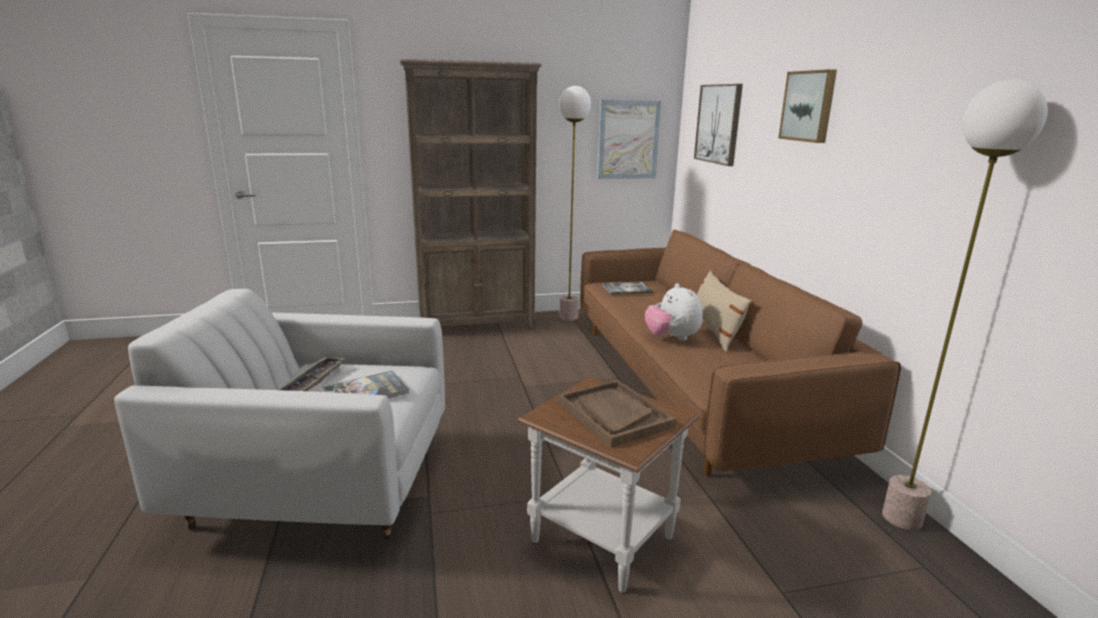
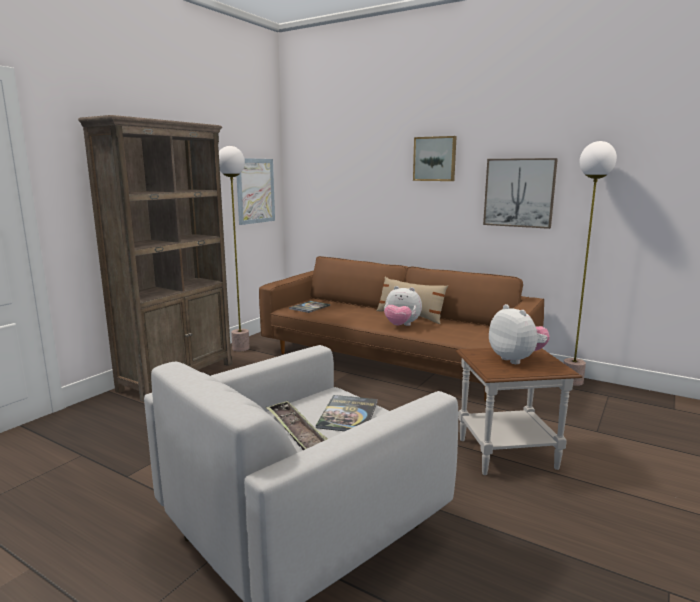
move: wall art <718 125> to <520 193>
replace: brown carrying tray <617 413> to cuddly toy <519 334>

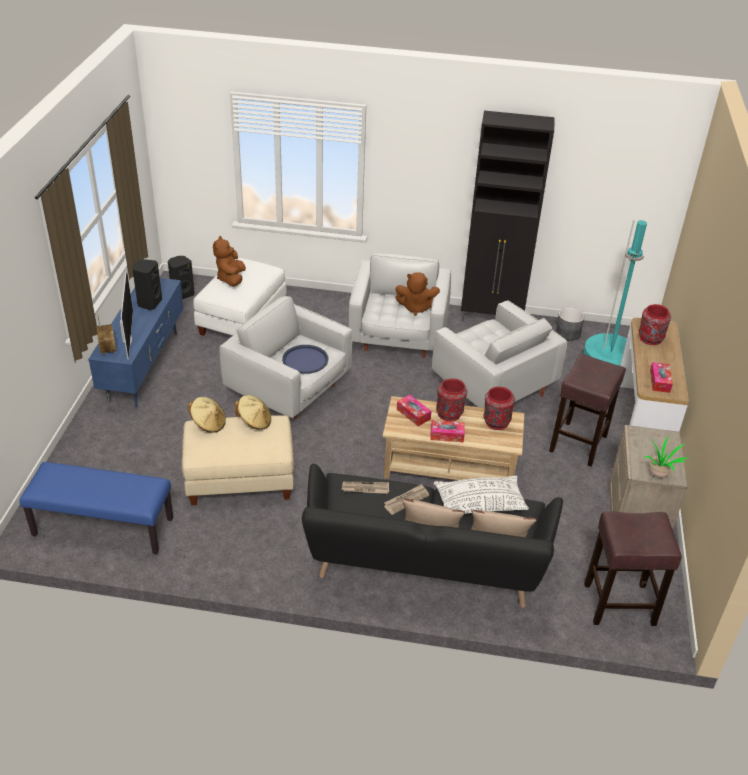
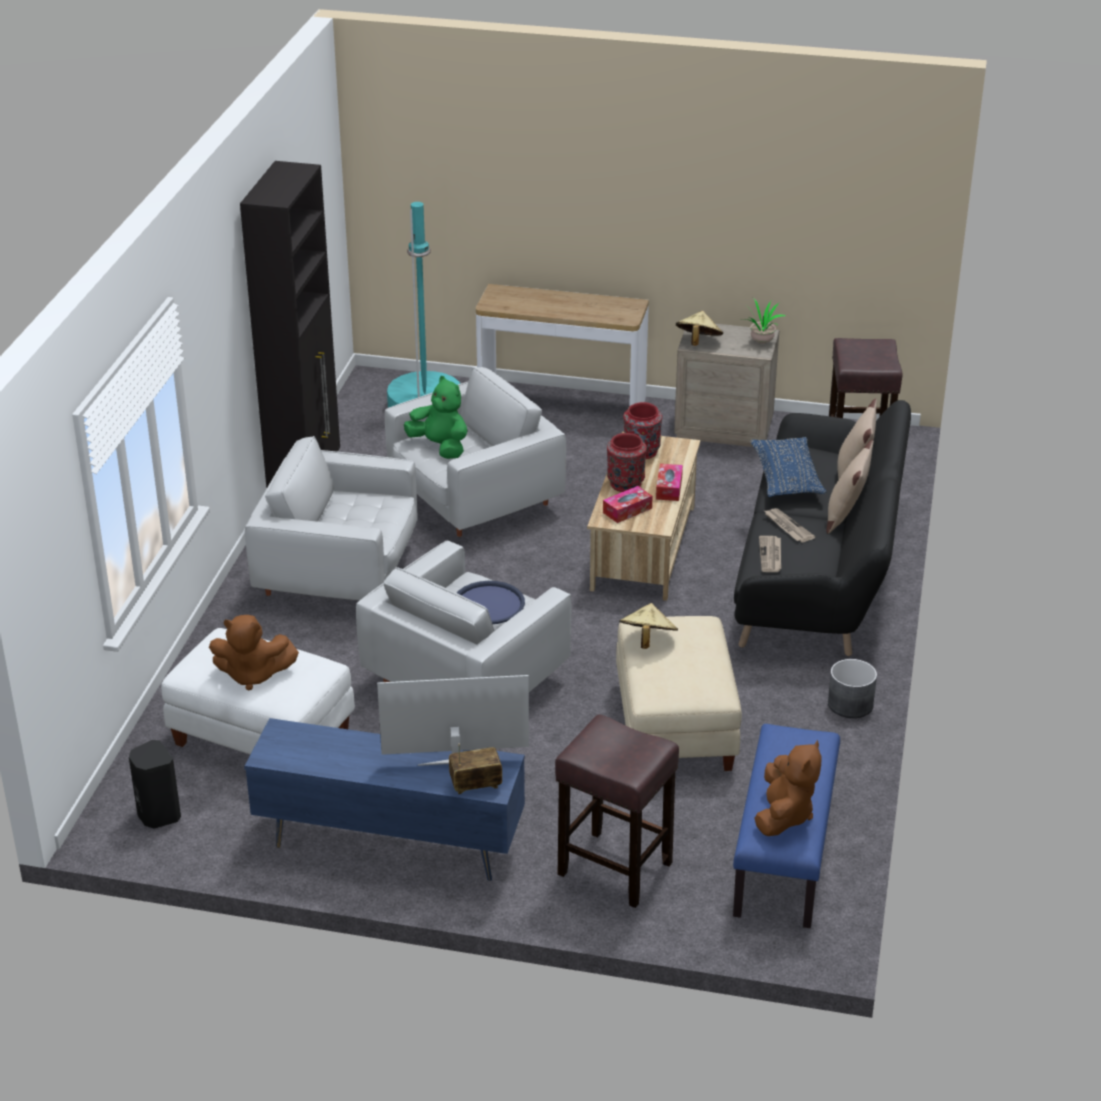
delete: black loudspeaker <147 284>; reddish flower vase <655 324>; tissue holder <661 377>
insert: green cuddly toy <435 417>
move: brown sitting stool <587 410> to <617 811>; sand-coloured clothing hat <207 415> to <699 328>; brown cuddly toy <417 294> to <788 788>; gray planter <570 324> to <852 688>
recolor: white cushion <481 494> to blue cushion <788 467>

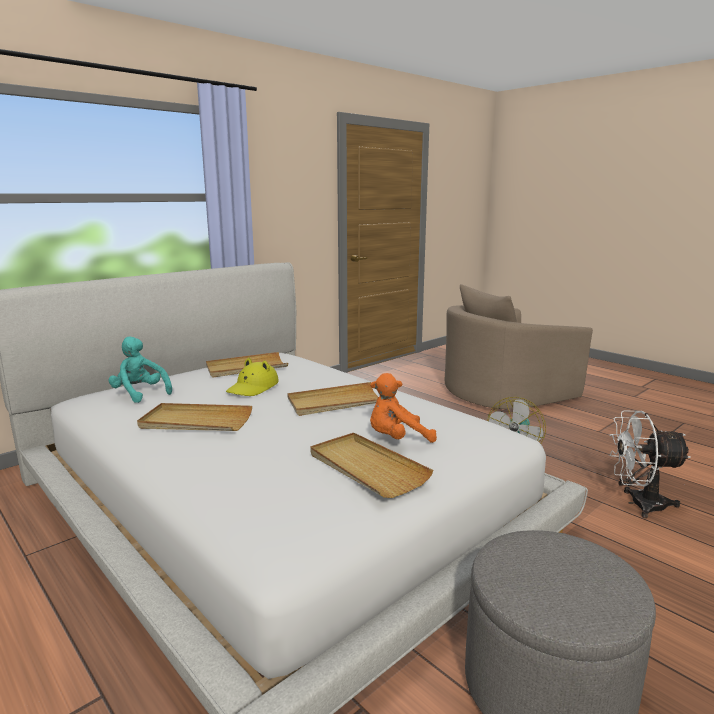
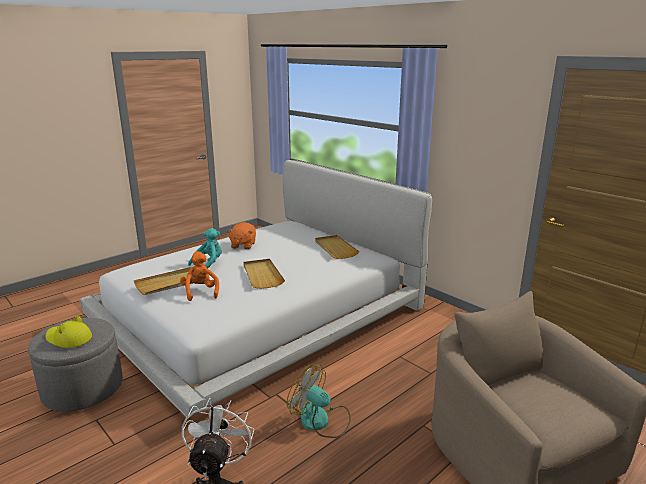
move: yellow-coloured clothing hat <252 377> to <68 332>; blue-green cuddly toy <140 369> to <205 248>
replace: sand-coloured carrying tray <194 417> to orange-coloured cuddly toy <241 235>

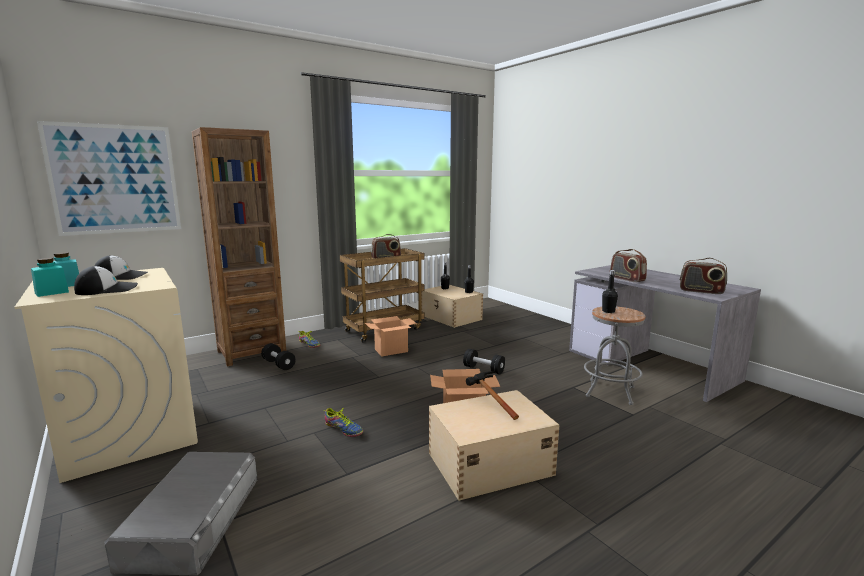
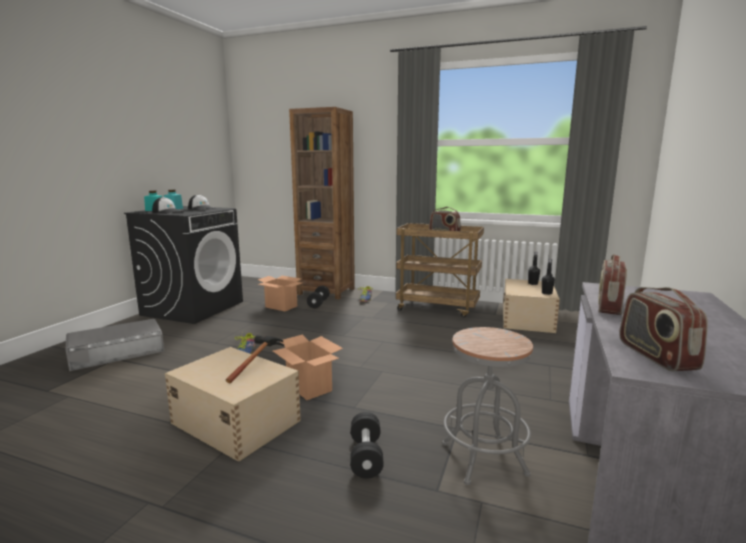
delete: wall art <109 178>; black bottle <610 291>
move: packing box <391 336> to <280 293>; black hand weight <484 361> to <367 445>
recolor: sand-coloured washing machine <106 375> to black washing machine <183 265>

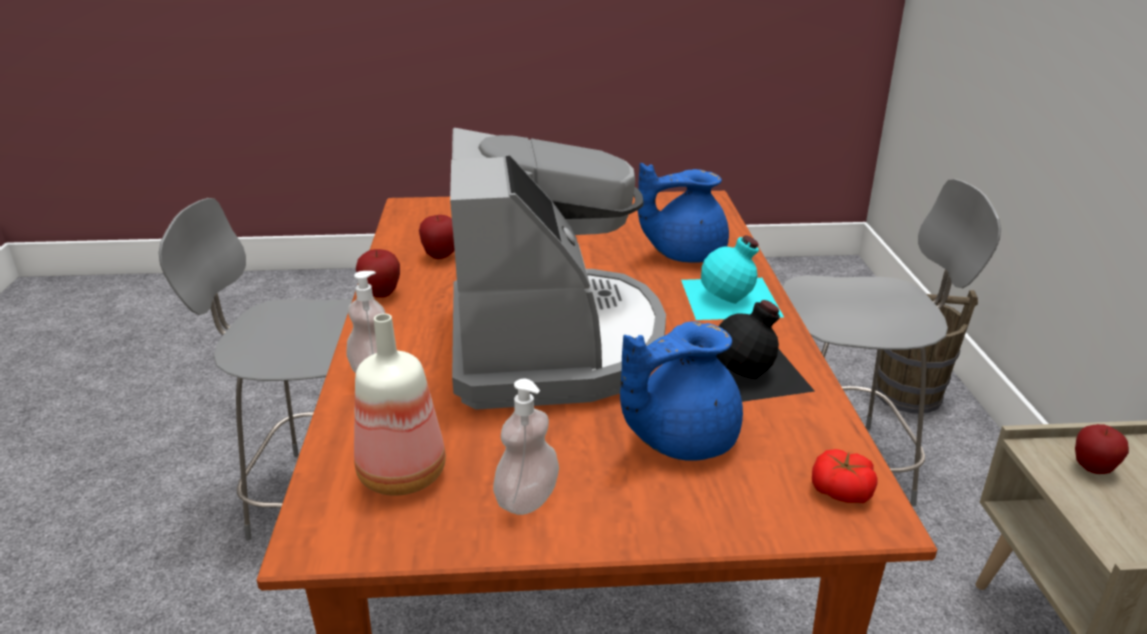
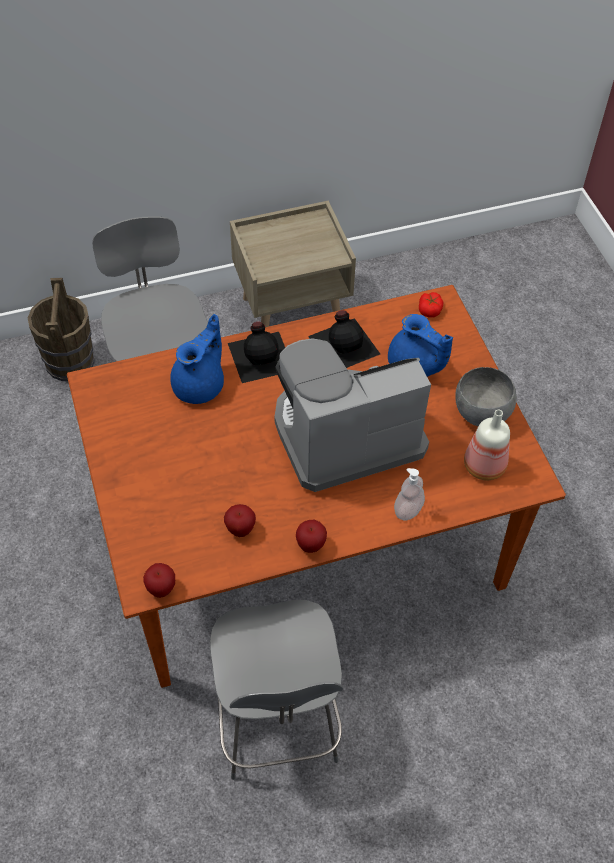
move: apple <1102 449> to <159 580>
replace: soap dispenser <526 447> to gray serving bowl <486 396>
recolor: blue-green bottle <732 277> to black bottle <256 352>
rotate: blue tea pot <683 213> = <197 359> 120 degrees counterclockwise

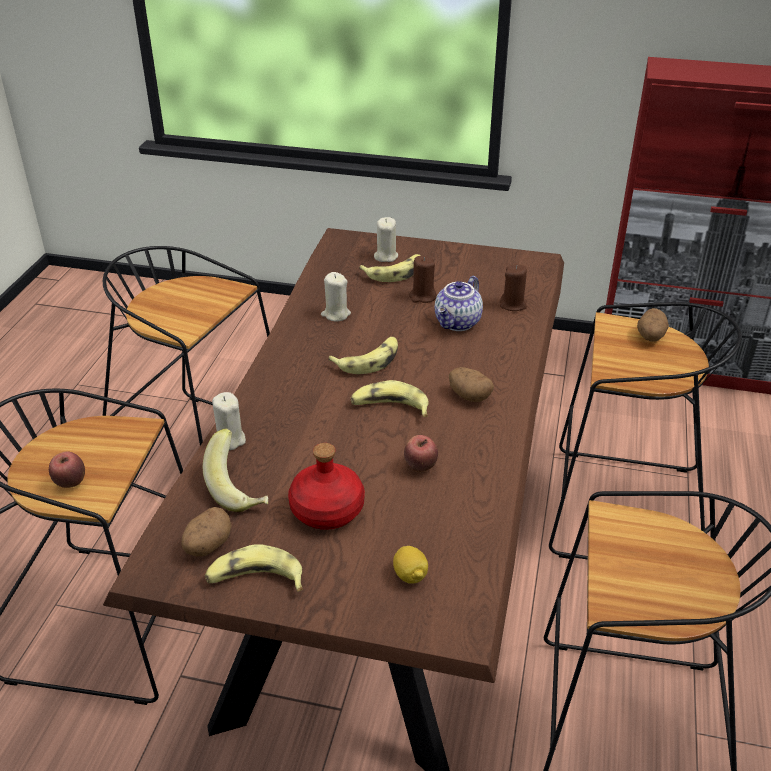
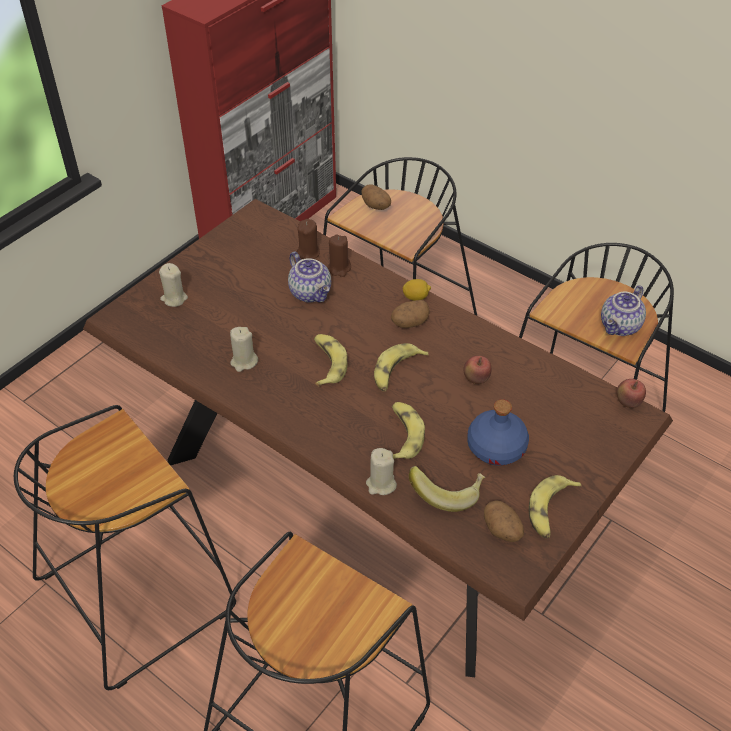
insert: tea pot <623 310>
move: brown wax candle <423 279> to <339 256>; banana fruit <390 268> to <408 430>; whole lemon <410 565> to <416 290>; apple <67 469> to <631 393>
recolor: reddish bottle <326 486> to blue bottle <498 432>

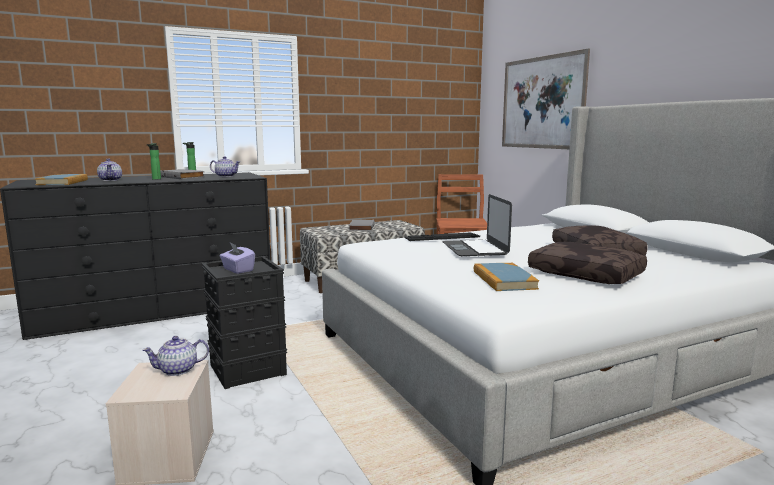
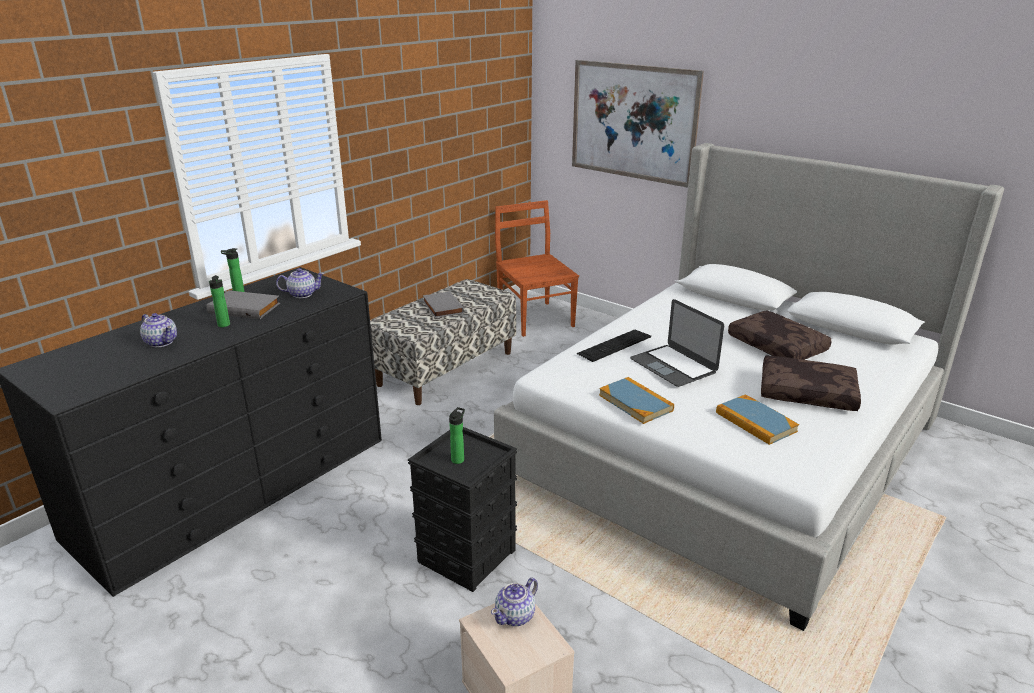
move: bound book <61 179> to <636 400>
replace: purple tissue holder <237 258> to bottle <457 435>

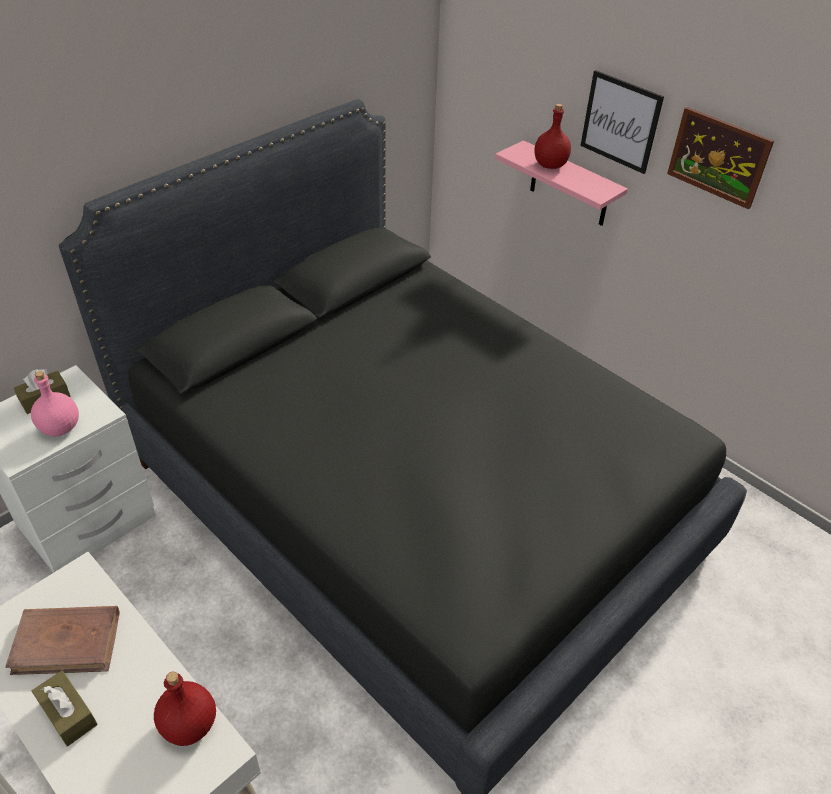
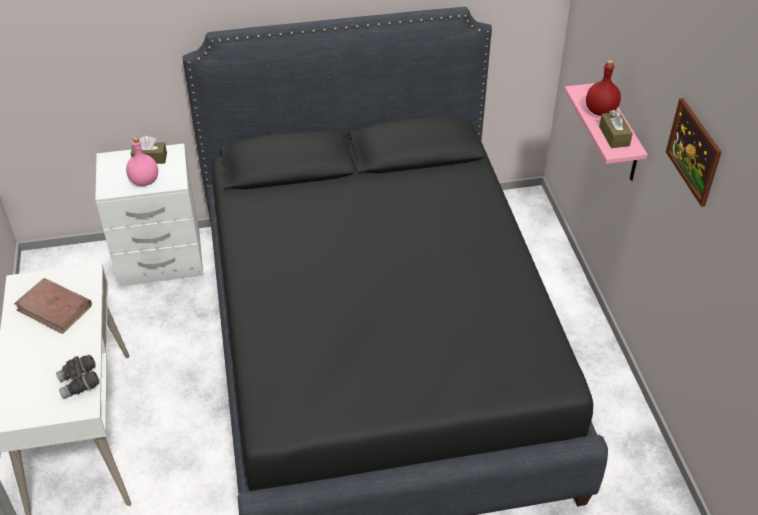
delete: wall art <622 122>
move: brown tissue holder <65 708> to <616 129>
replace: reddish bottle <185 708> to gray field glasses <77 377>

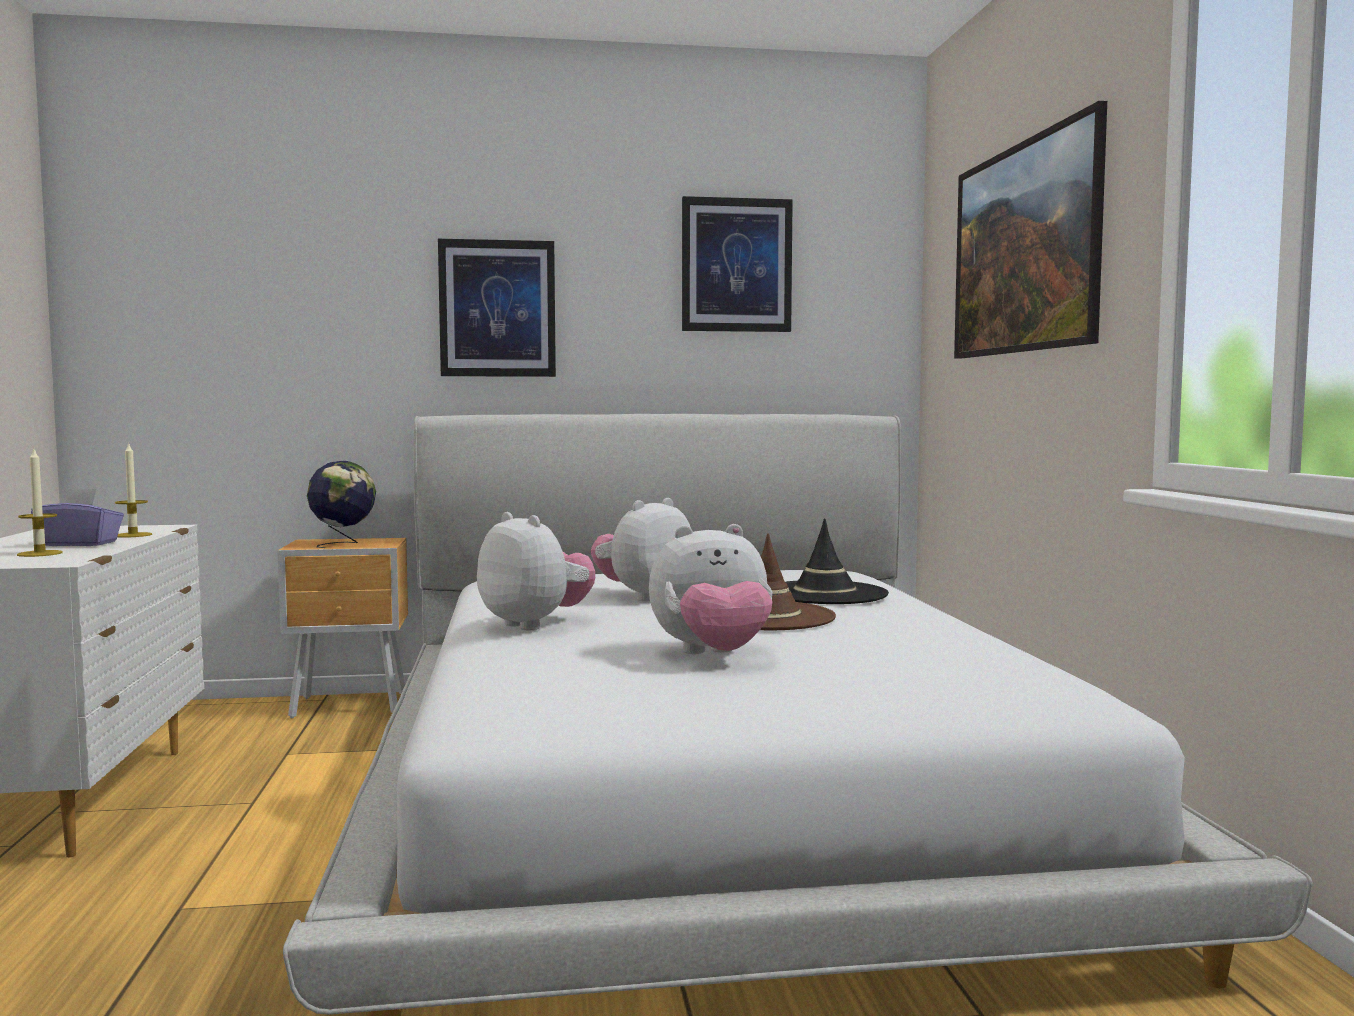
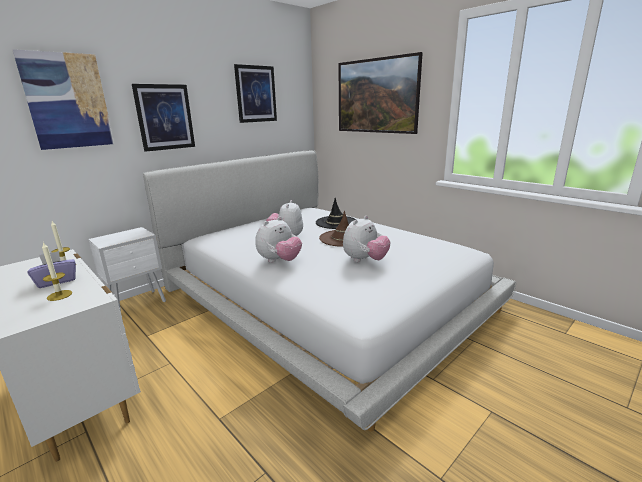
delete: world globe <341 504>
insert: wall art <63 99>
recolor: brown bedside table <342 628> to white bedside table <127 269>
rotate: cuddly toy <536 571> = <278 240> 120 degrees clockwise

